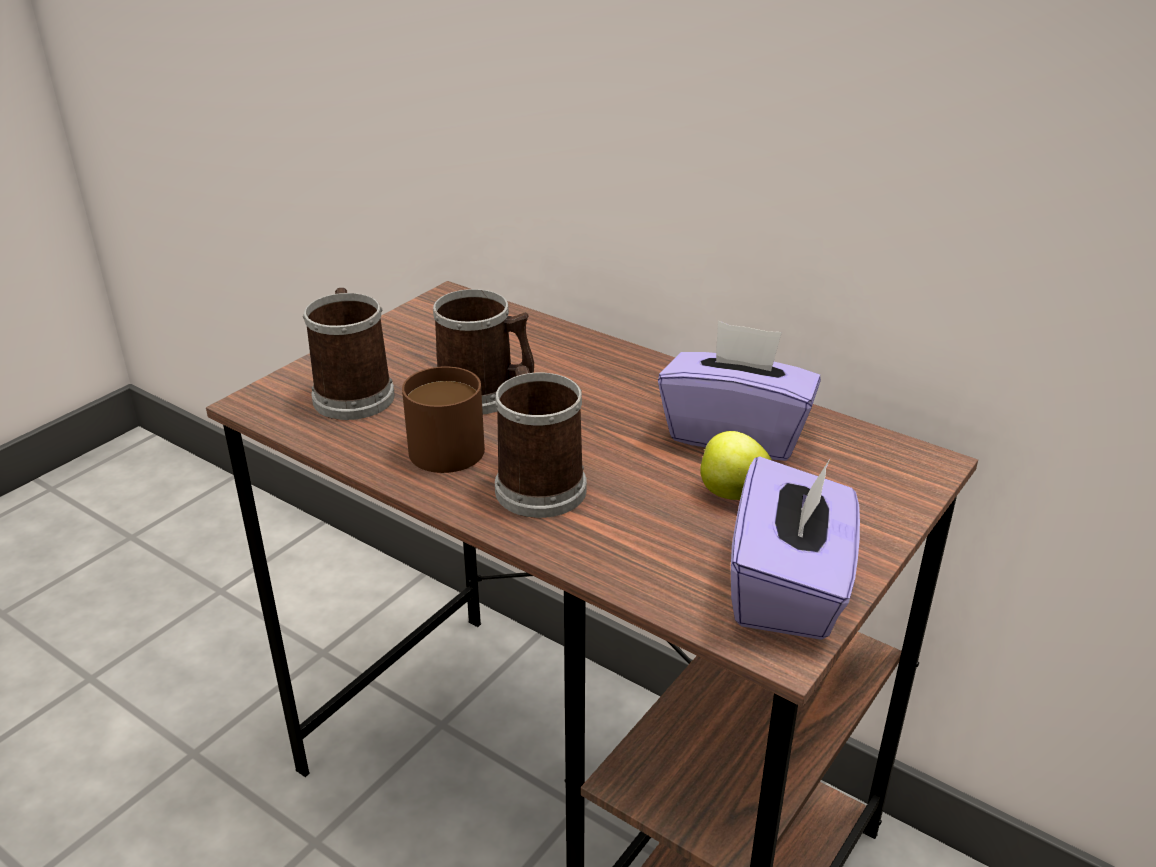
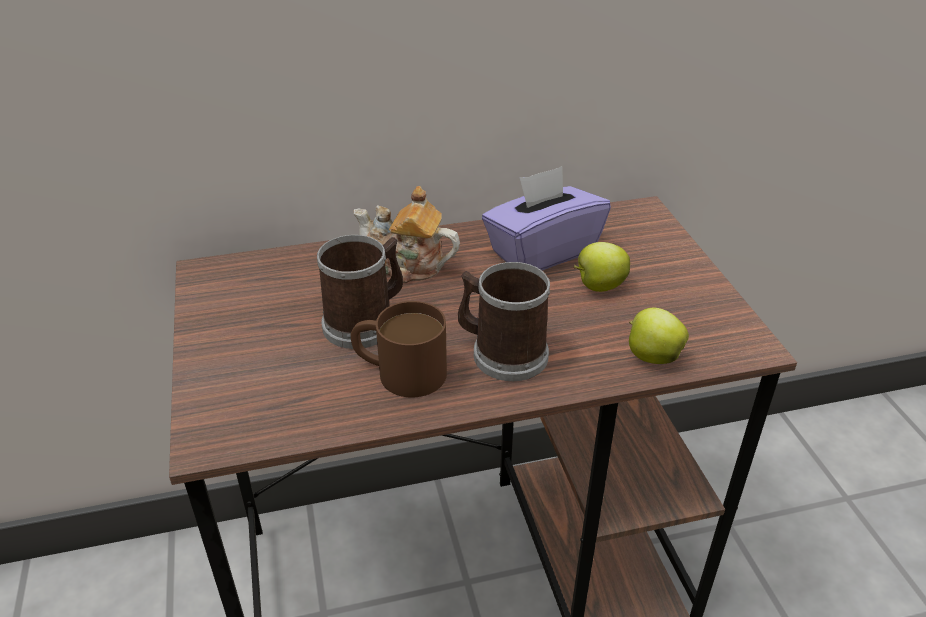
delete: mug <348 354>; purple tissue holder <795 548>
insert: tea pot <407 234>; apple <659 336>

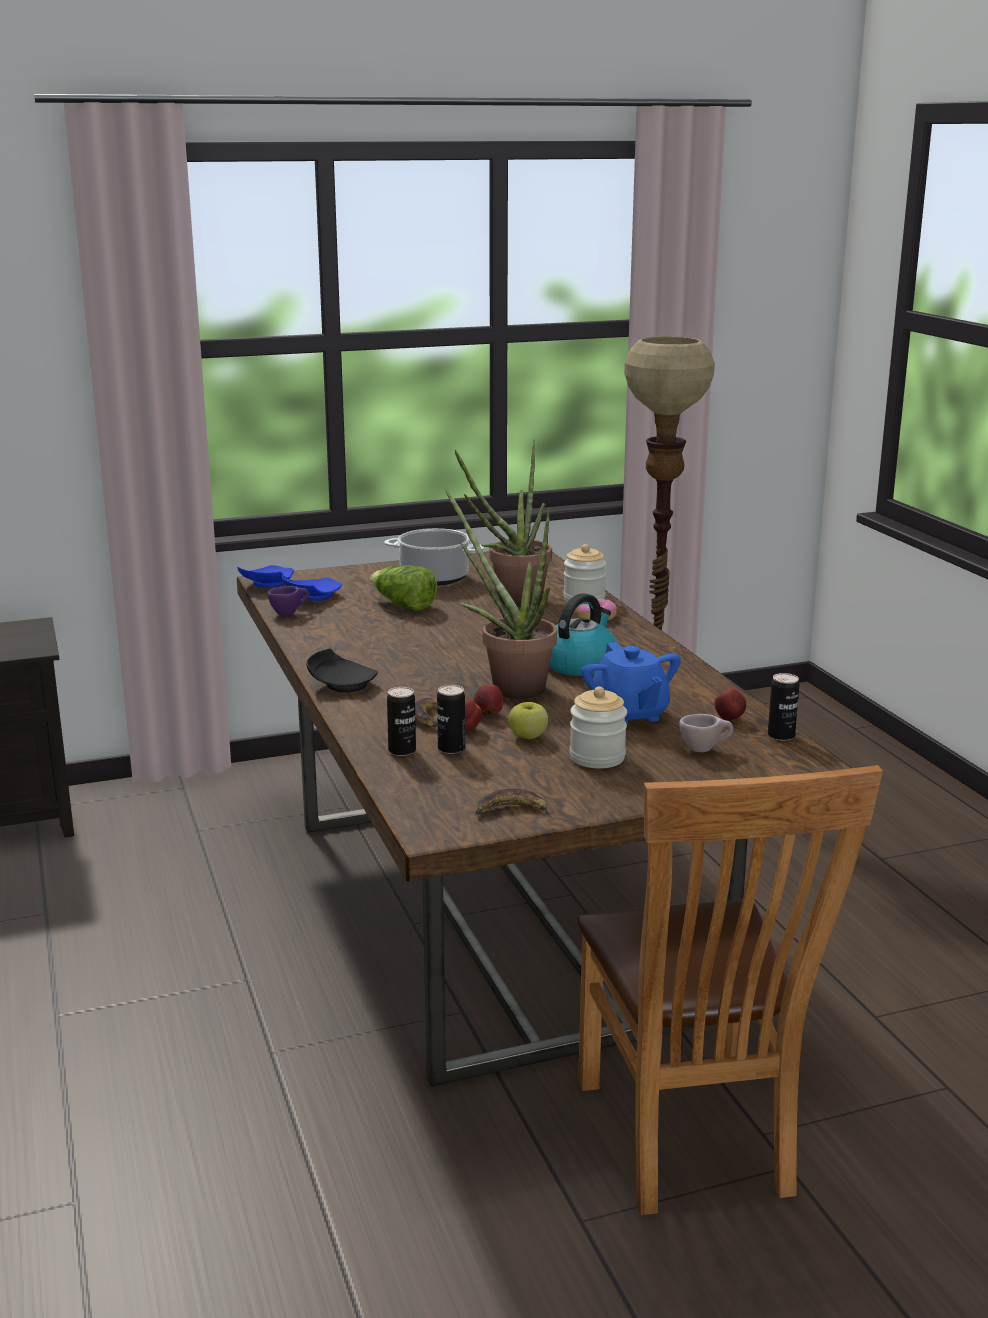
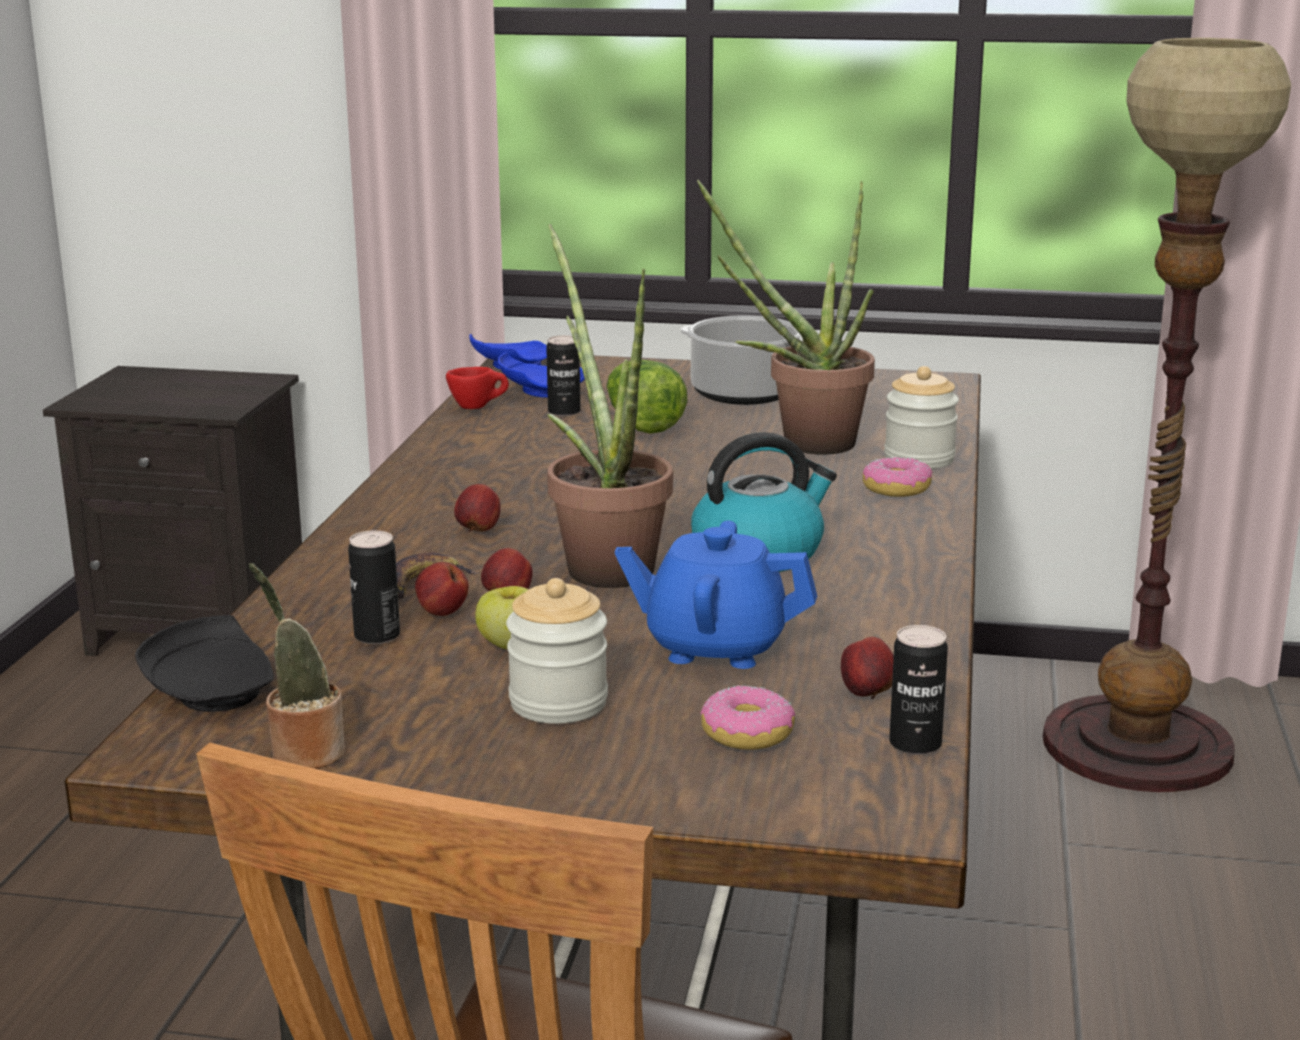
insert: apple <477 508>
move: black dinner plate <342 670> to <204 663>; metal can <401 721> to <563 375>
replace: banana fruit <513 803> to plant in a pot <297 666>; sand-coloured drinking cup <706 733> to donut <747 718>
recolor: purple drinking cup <288 601> to reddish drinking cup <477 388>
rotate: blue tea pot <631 683> = <716 595> 90 degrees clockwise

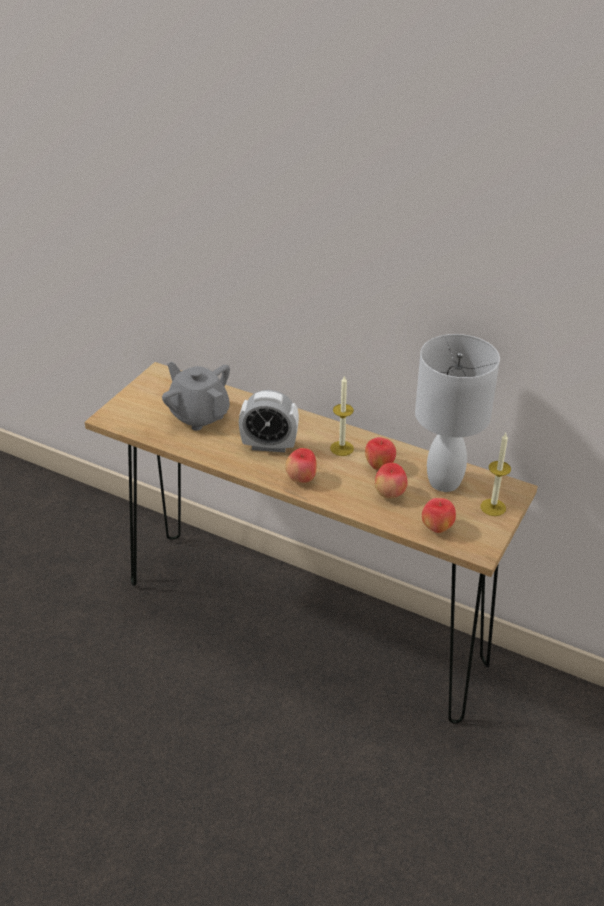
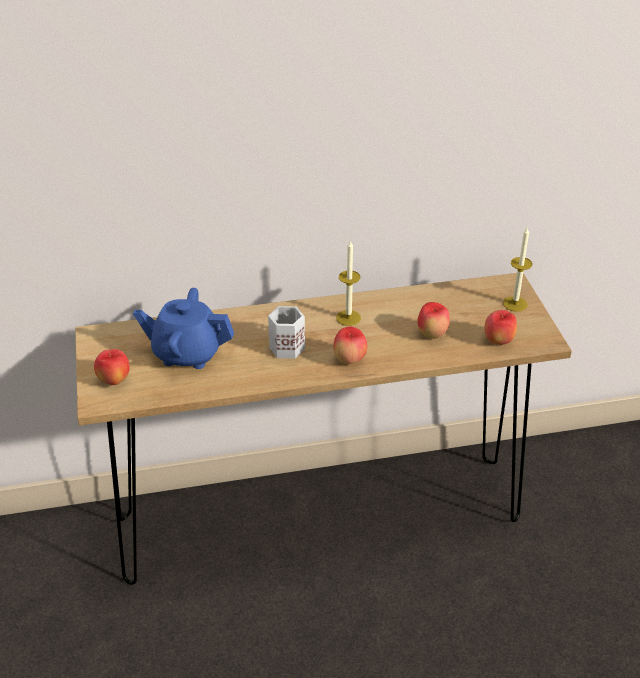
delete: white lamp for a table <457 413>
move: apple <380 453> to <112 367>
replace: table clock <269 421> to white mug <286 332>
recolor: gray tea pot <196 396> to blue tea pot <183 328>

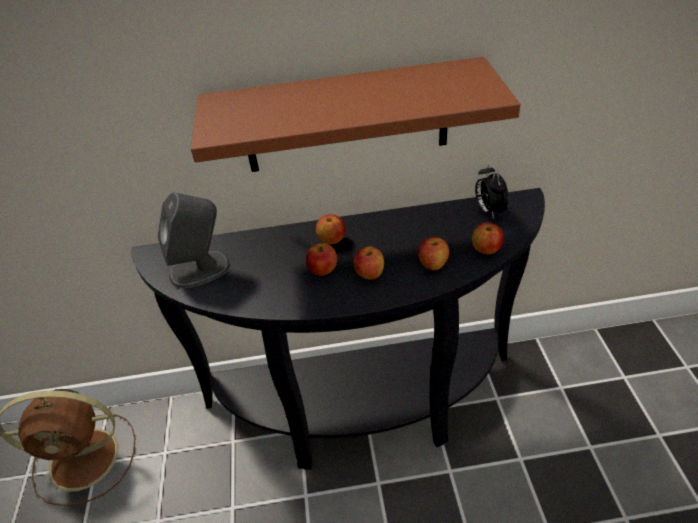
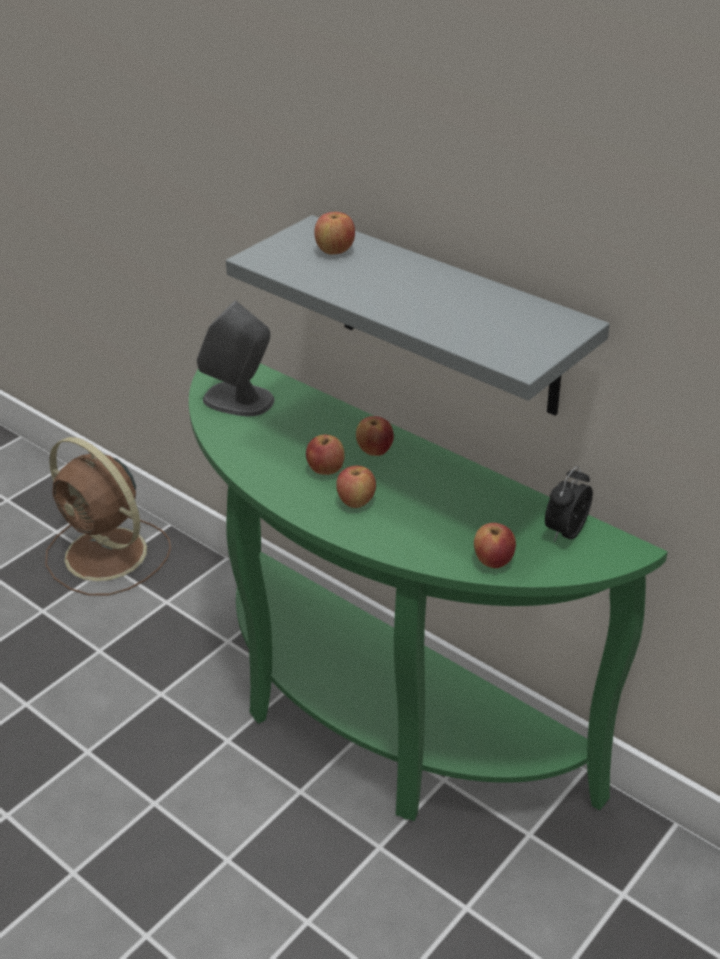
move: apple <433 253> to <334 233>
recolor: black narrow table <338 329> to green narrow table <428 592>; brown wall shelf <355 114> to gray wall shelf <418 315>

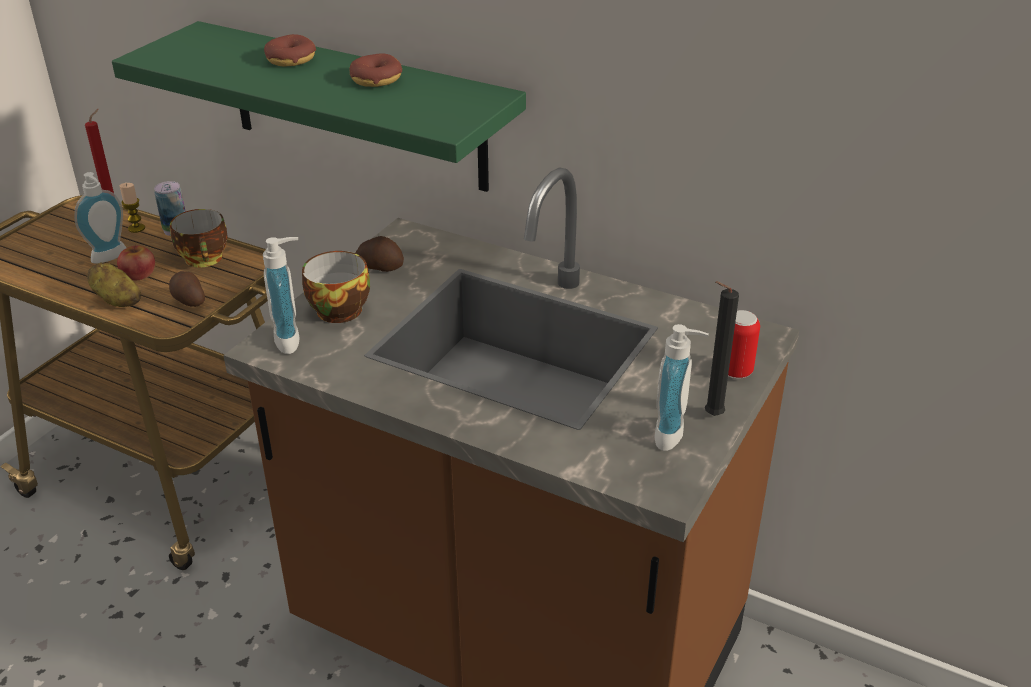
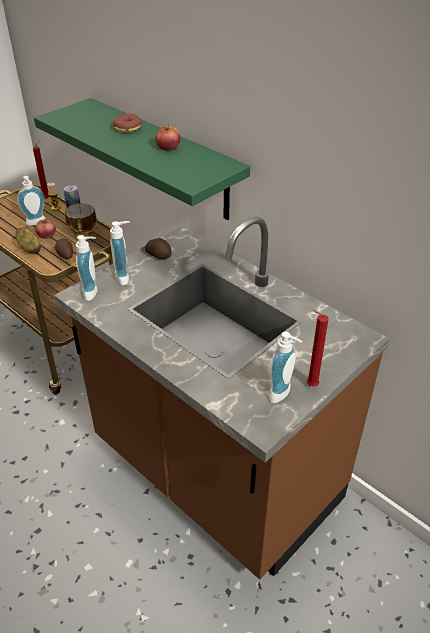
delete: metal can <744 344>
replace: drinking cup <336 287> to soap dispenser <120 253>; donut <376 70> to apple <167 137>
recolor: black wax candle <722 348> to reddish wax candle <318 348>

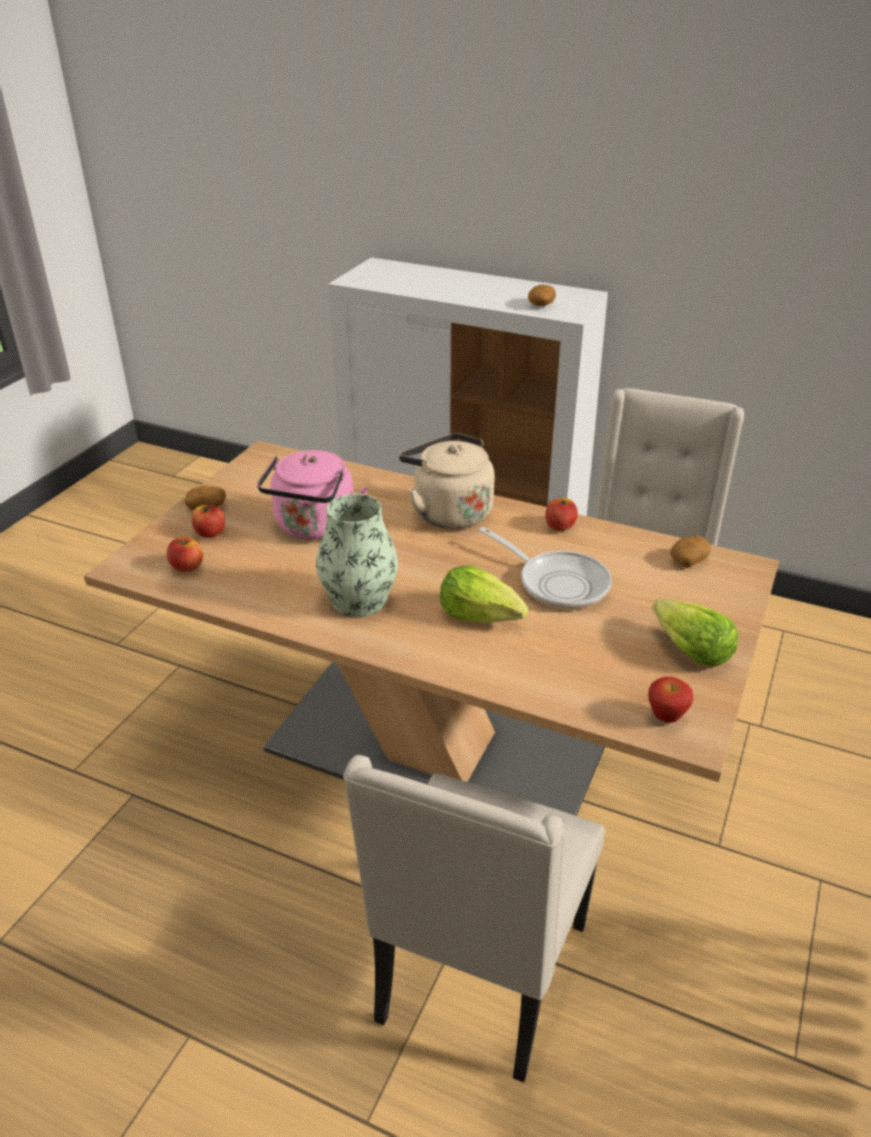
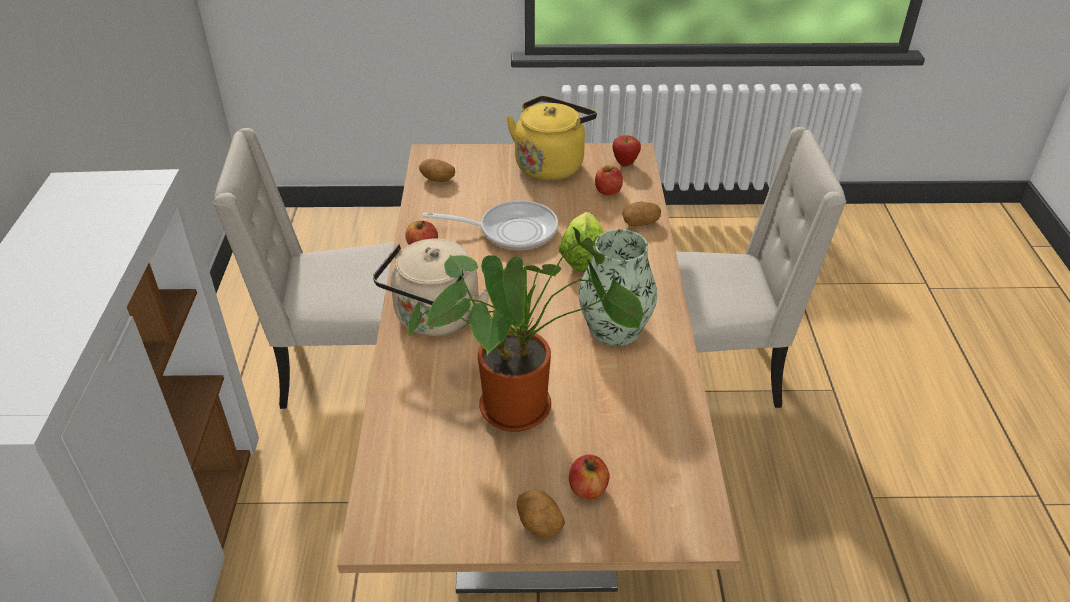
move: apple <185 555> to <609 180>; whole potato <542 295> to <641 213>
replace: pink-coloured water kettle <312 495> to plant in a pot <525 329>; head of lettuce <695 633> to yellow-coloured water kettle <551 138>
rotate: frying pan <545 568> = <490 225> 75 degrees clockwise

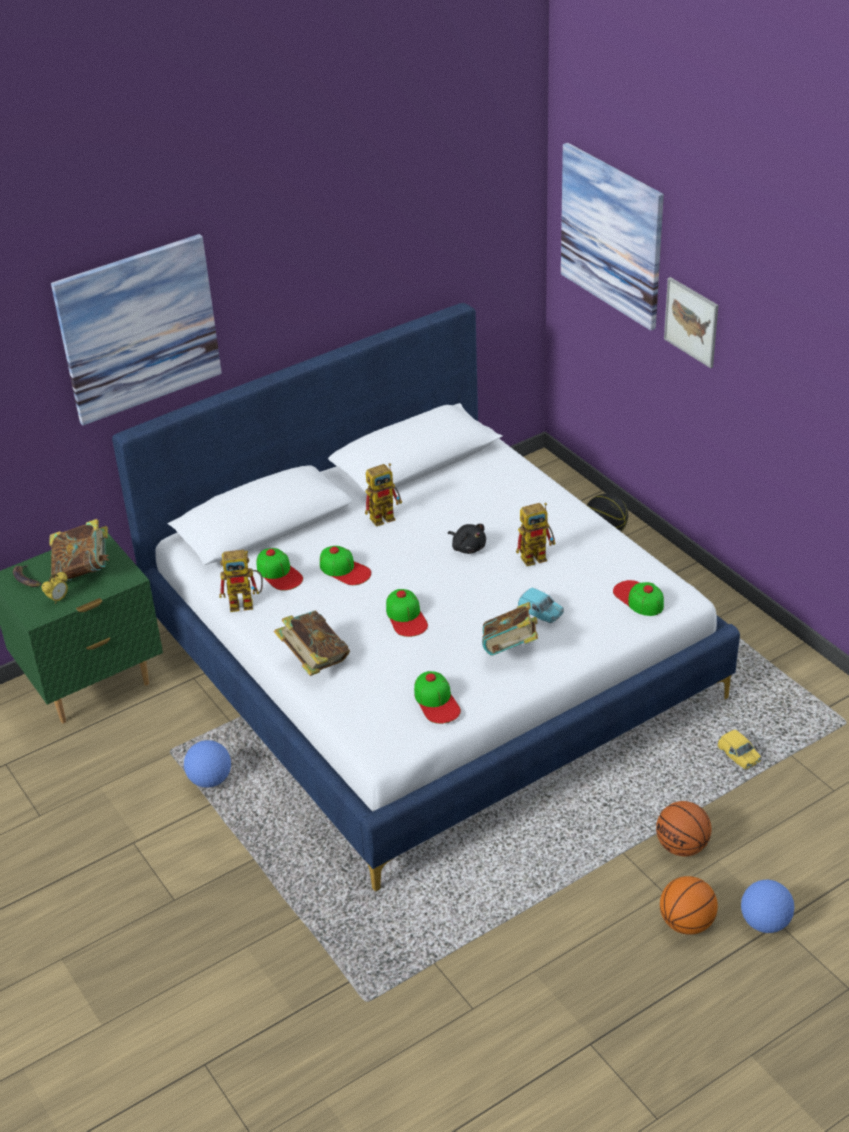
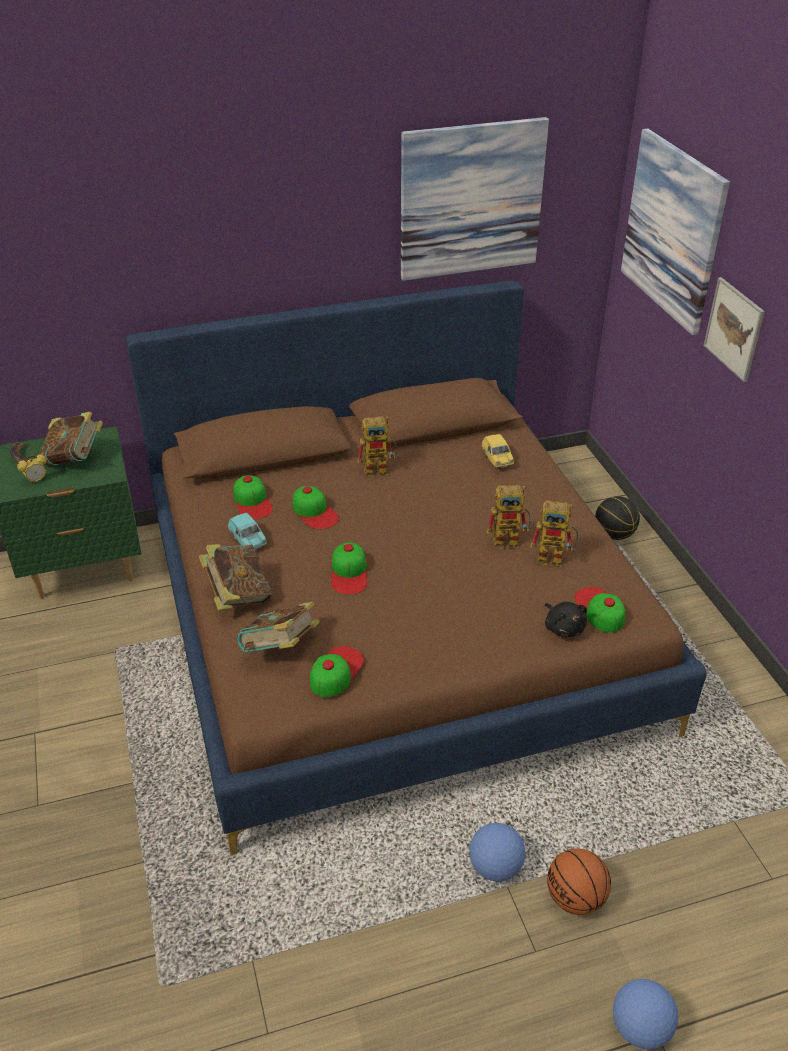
delete: ball for basketball <689 905>
move: blue-green miniature car <541 605> to <247 531>; bound book <510 629> to <278 627>; wall art <136 330> to <475 199>; football <207 764> to <497 852>; yellow-coloured miniature car <739 749> to <498 451>; model robot <241 581> to <554 534>; black cuddly toy <467 539> to <566 619>
recolor: white bedroom bed <426 597> to brown bedroom bed <416 568>
rotate: cap <437 697> = <337 671> 150 degrees counterclockwise

